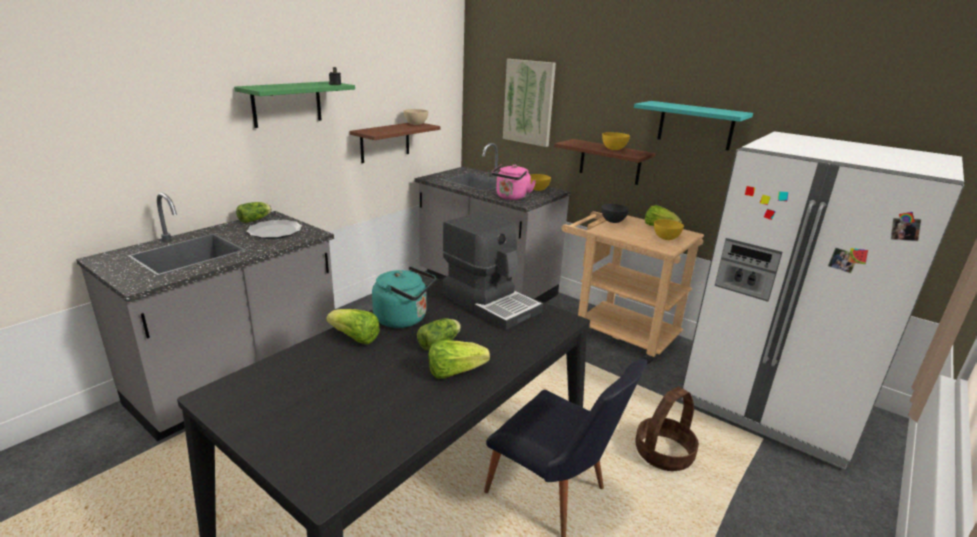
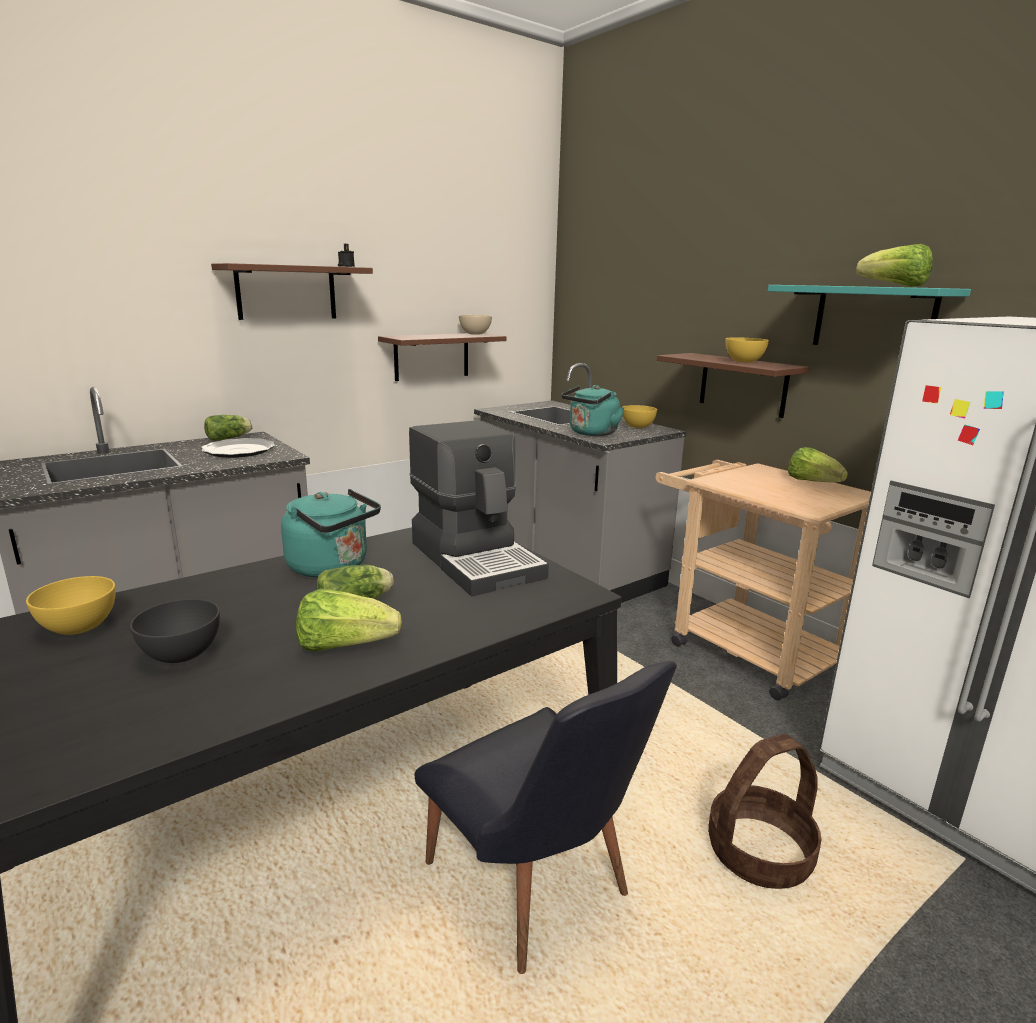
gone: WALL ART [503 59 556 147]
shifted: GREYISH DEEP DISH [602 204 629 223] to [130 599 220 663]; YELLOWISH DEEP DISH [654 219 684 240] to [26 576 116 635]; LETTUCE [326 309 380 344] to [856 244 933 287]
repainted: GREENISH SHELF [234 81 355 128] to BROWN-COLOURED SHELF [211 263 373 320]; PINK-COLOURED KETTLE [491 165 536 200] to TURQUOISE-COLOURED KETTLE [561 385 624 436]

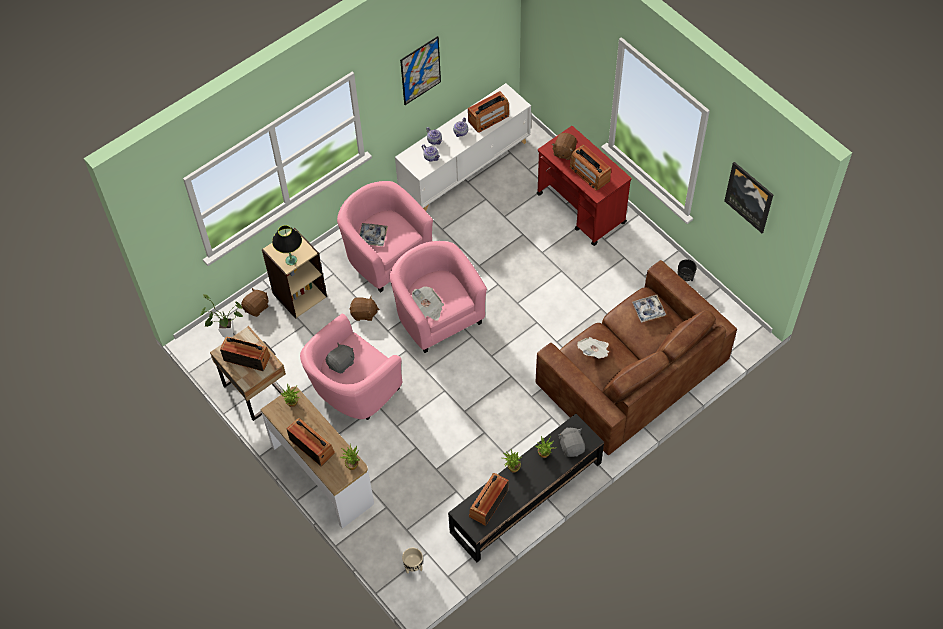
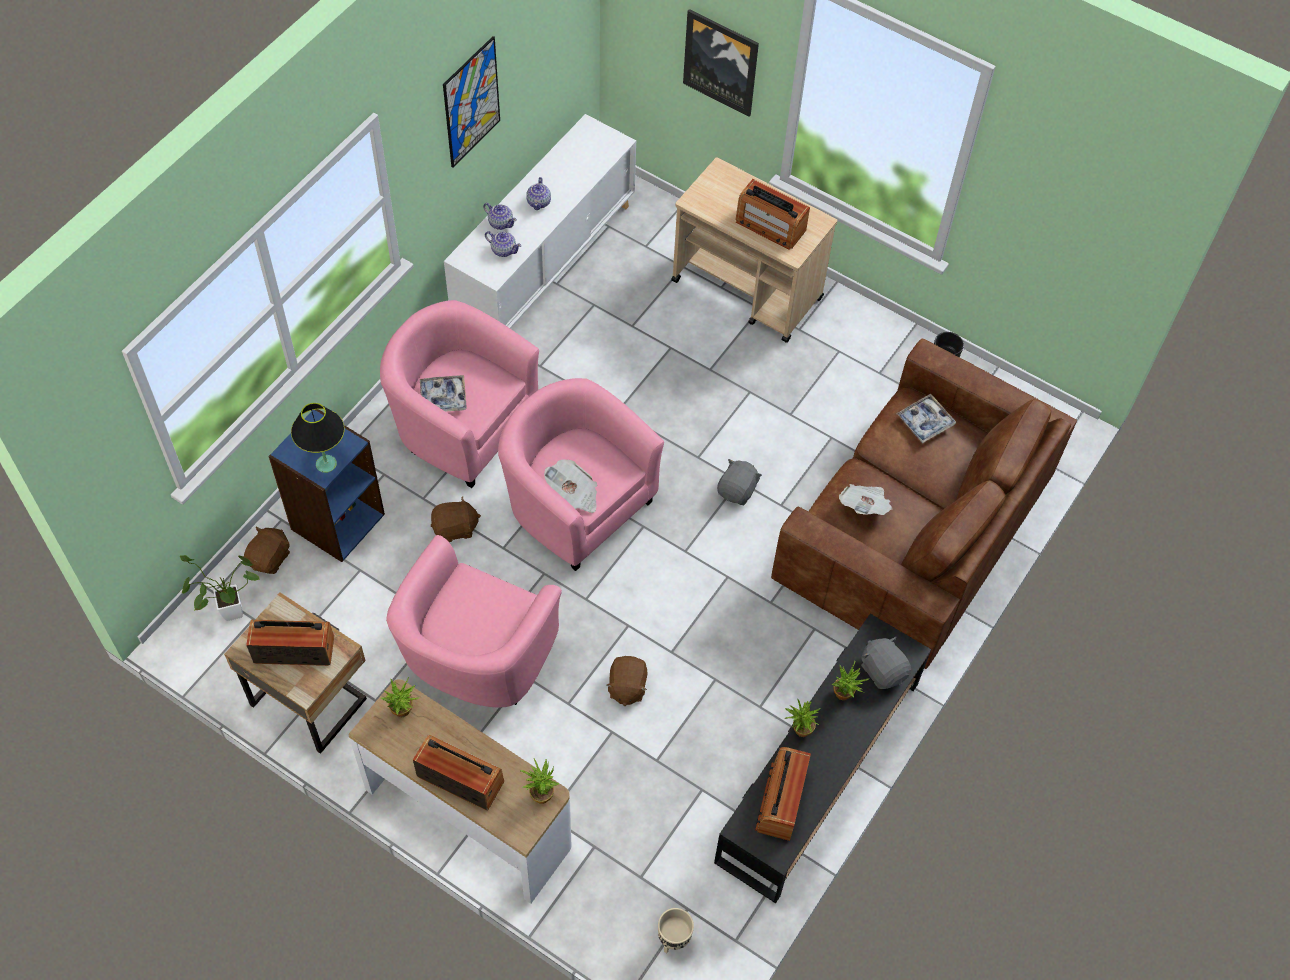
gone: RADIO SET [468 91 509 133]
shifted: BROWN-COLOURED PLUSH TOY [552 133 577 160] to [606 656 647 706]; WALL ART [724 162 773 233] to [683 9 759 117]; GREYISH PLUSH TOY [325 343 354 373] to [717 459 762 505]
repainted: REDDISH WHEELED CART [537 126 632 246] to SAND-COLOURED WHEELED CART [671 157 838 343]; SAND-COLOURED BOOKCASE [262 228 327 319] to BLUISH BOOKCASE [268 409 385 562]

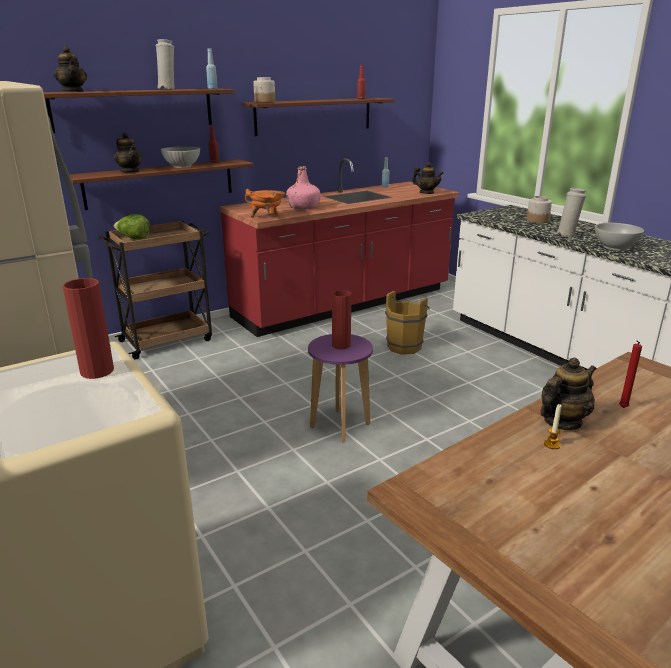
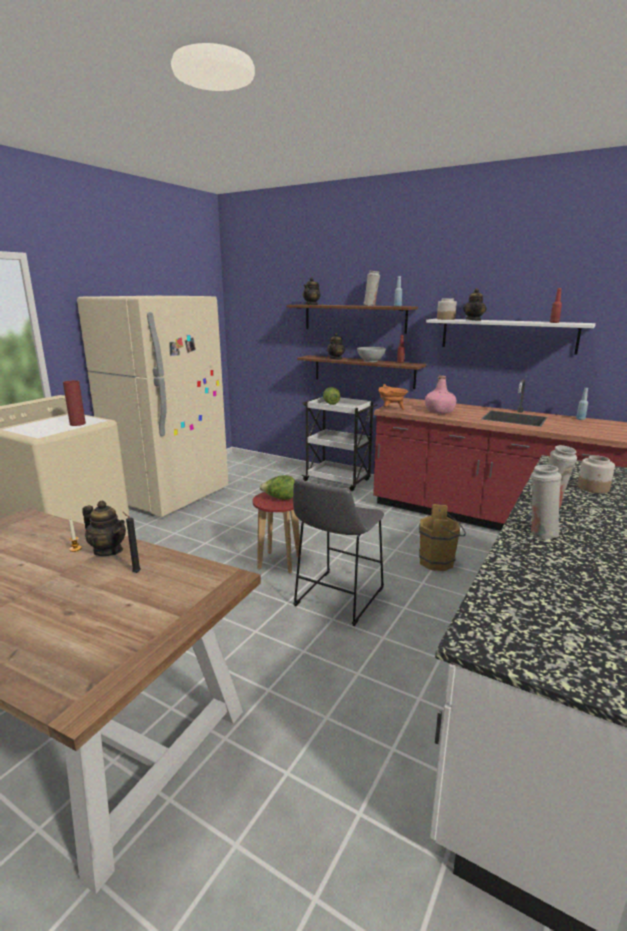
new: GREYISH SITTING STOOL [293 479 384 626]
shifted: TEA POT [412 162 444 194] to [463 288 487 321]
swapped: WHITE DEEP DISH [595 223 644 251] to WHITE DECORATIVE VASE [531 465 562 539]; REDDISH DECORATIVE VASE [332 290 351 349] to LETTUCE [260 475 295 500]
repainted: BROWN-COLOURED SHELF [242 98 395 136] to WHITE SHELF [426 319 596 355]; BROWN-COLOURED WHEELED CART [98 221 212 359] to WHITE WHEELED CART [302 397 377 491]; PURPLE SITTING STOOL [308 334 373 442] to REDDISH SITTING STOOL [253 492 300 573]; REDDISH CANDLE [619 341 642 408] to BLACK-COLOURED CANDLE [123 512 141 573]

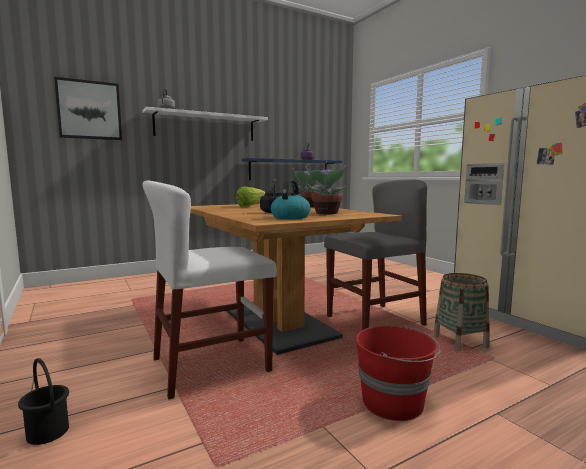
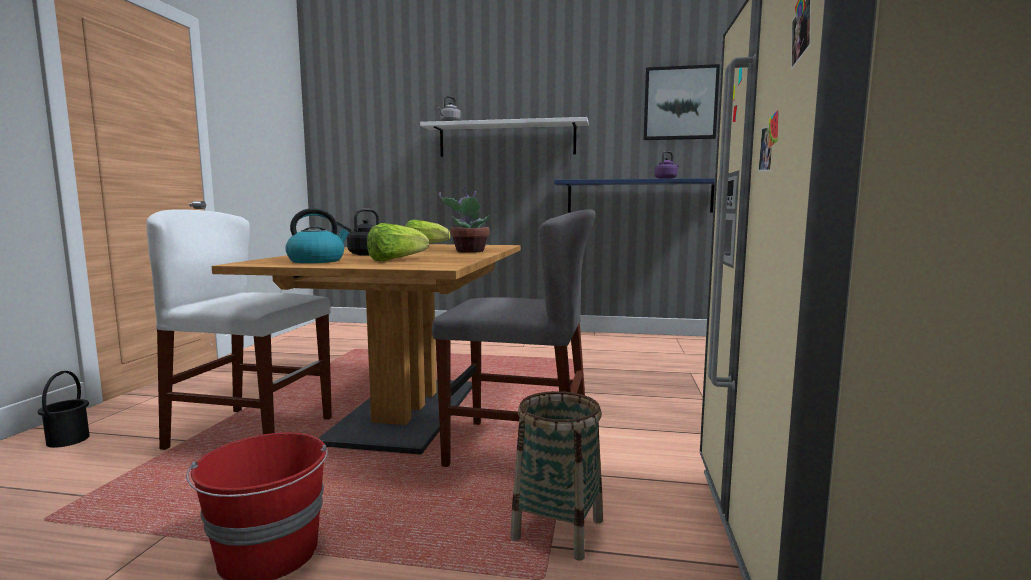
shifted: WALL ART [54 77 122 140] to [644 64 720 140]
swapped: PLANT IN A POT [305 161 347 214] to LETTUCE [367 223 429 261]

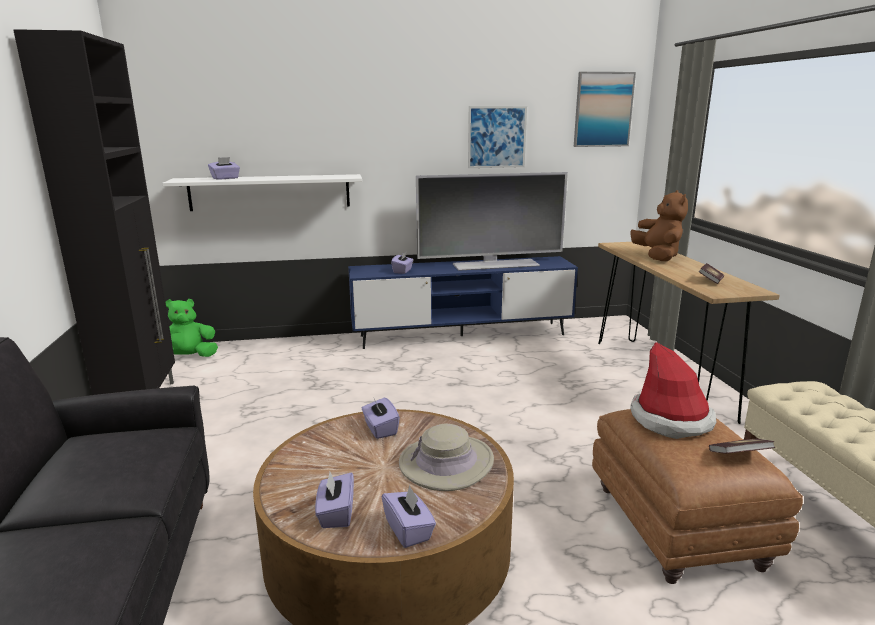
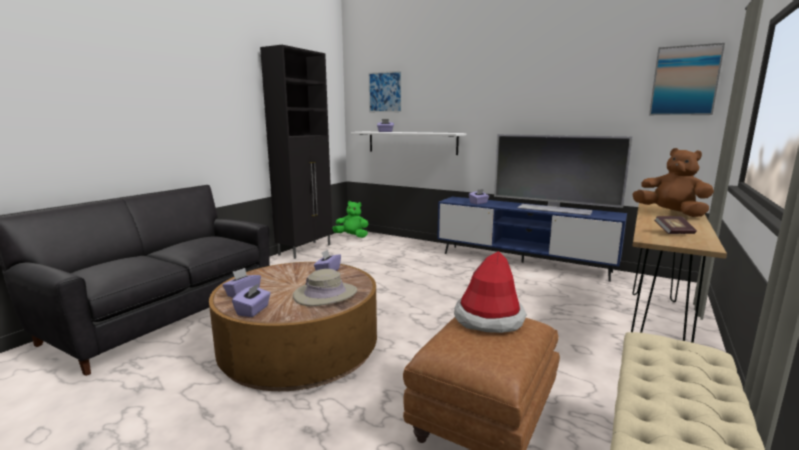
gone: BOOK [709 439 776 454]
shifted: WALL ART [468 106 527 168] to [368 71 402 112]
rotated: BROWN-COLOURED PLUSH TOY [630 190 688 261] = [632 148 714 217] 75 degrees counterclockwise

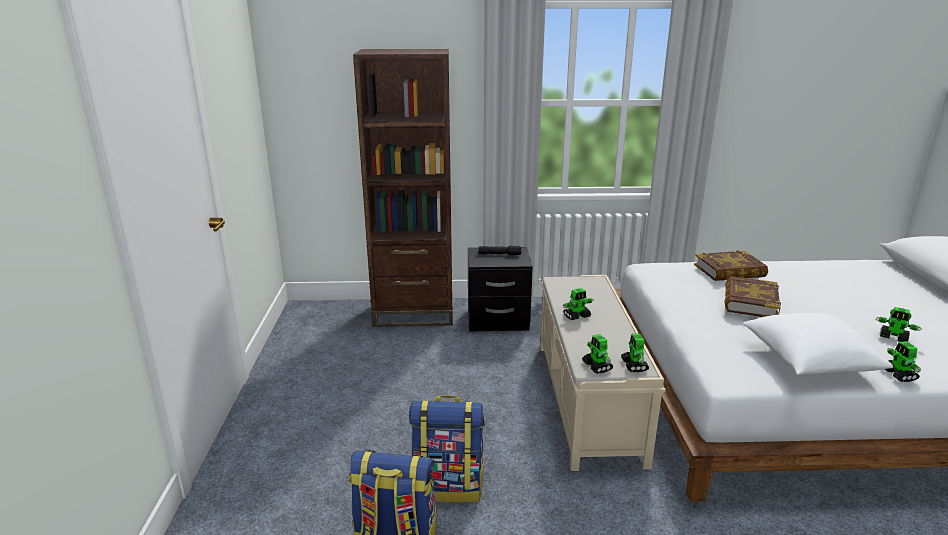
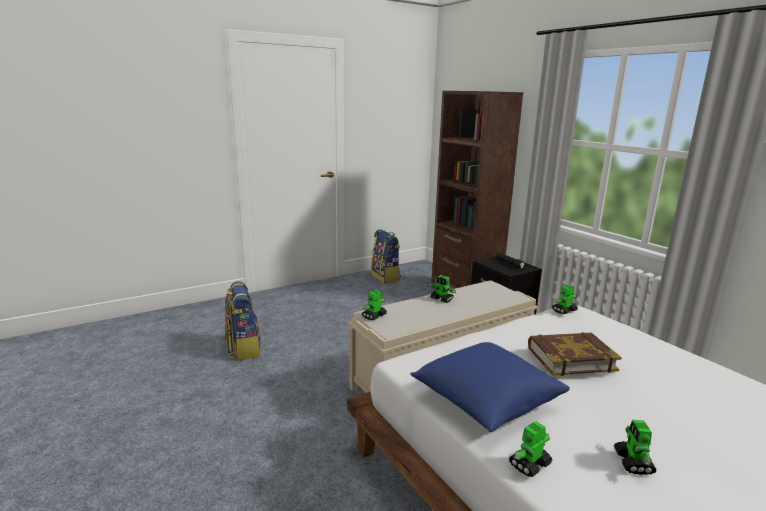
gone: BOOK [694 250 768 281]
shifted: ROBOT FIGURE [621 334 649 372] to [552 285 578 314]; KNAPSACK [409 395 485 503] to [371 229 401 284]
repainted: WHITE THROW PILLOW [743 313 893 376] to BLUISH THROW PILLOW [410 342 570 432]

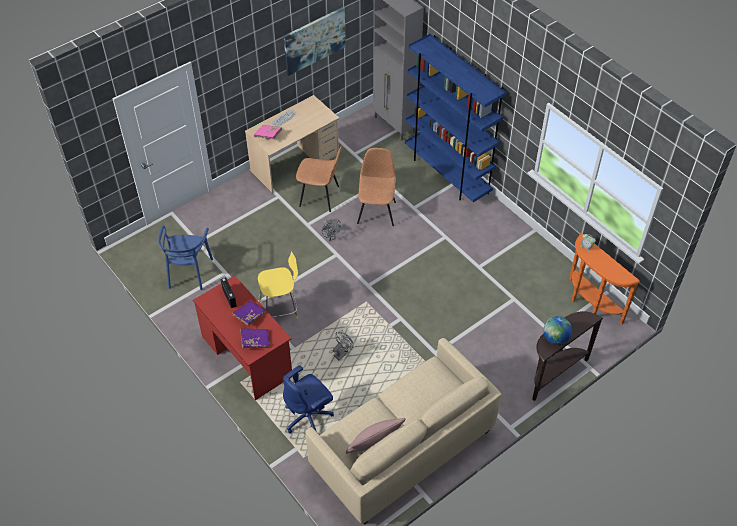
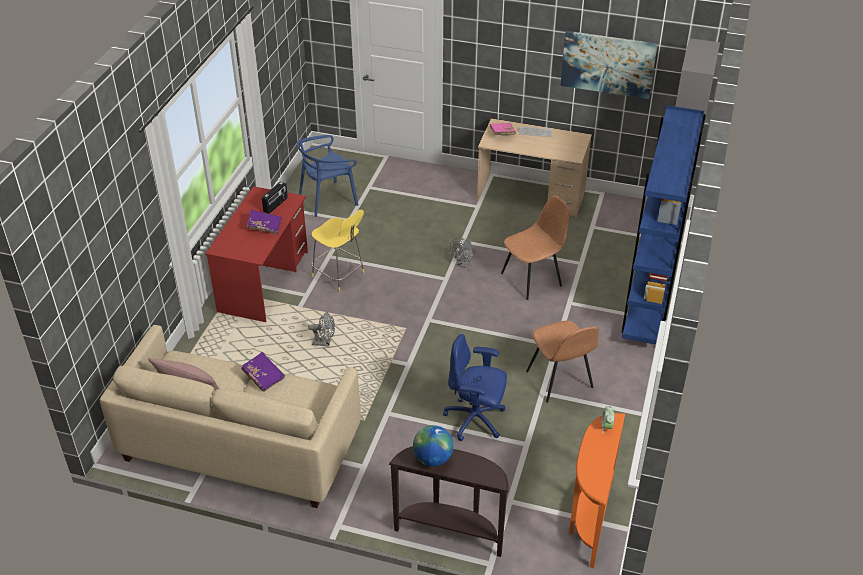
shifted: BROWN-COLOURED PLAIN CHAIR [296 146 342 212] to [526 320 599 402]; PURPLE BOOK [240 328 270 348] to [241 352 285 392]; BLUISH COMPUTER CHAIR [283 365 334 435] to [443 334 507 441]

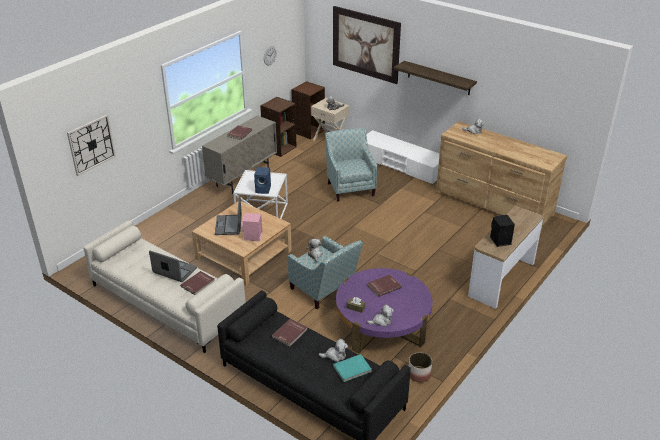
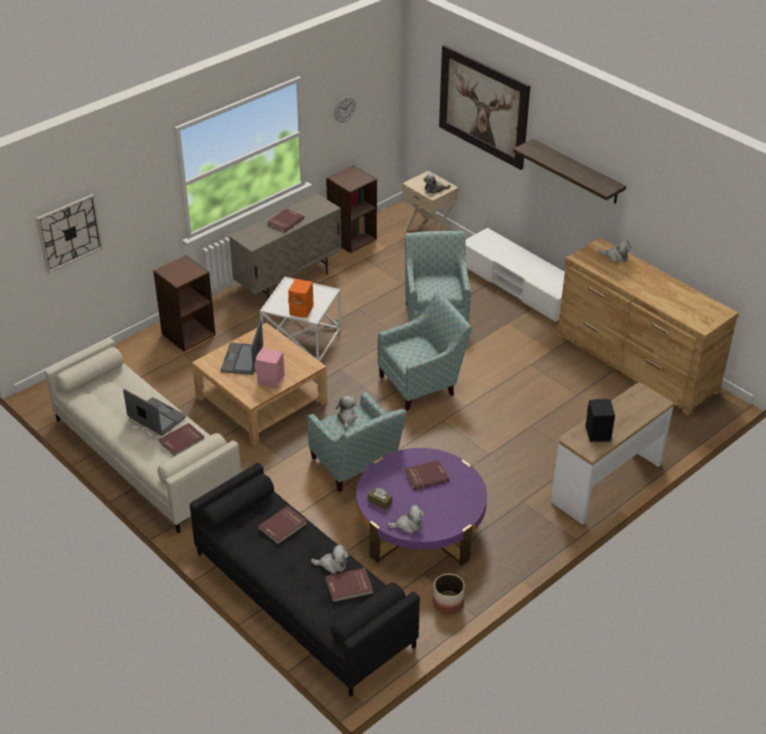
new: EASY CHAIR [378 293 472 410]
shifted: BROWN-COLOURED BOOKCASE [291 81 325 139] to [153 255 216 352]
repainted: BLUISH SPEAKER [254 167 271 194] to ORANGEY SPEAKER [288 279 314 318]; TURQUOISE-COLOURED BOOK [333 354 372 382] to REDDISH BOOK [325 568 373 602]

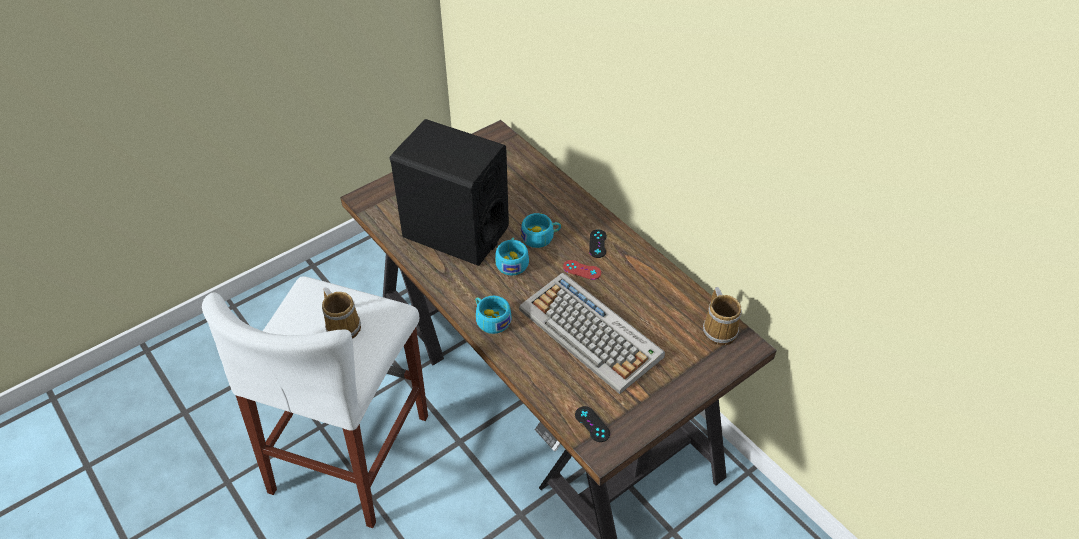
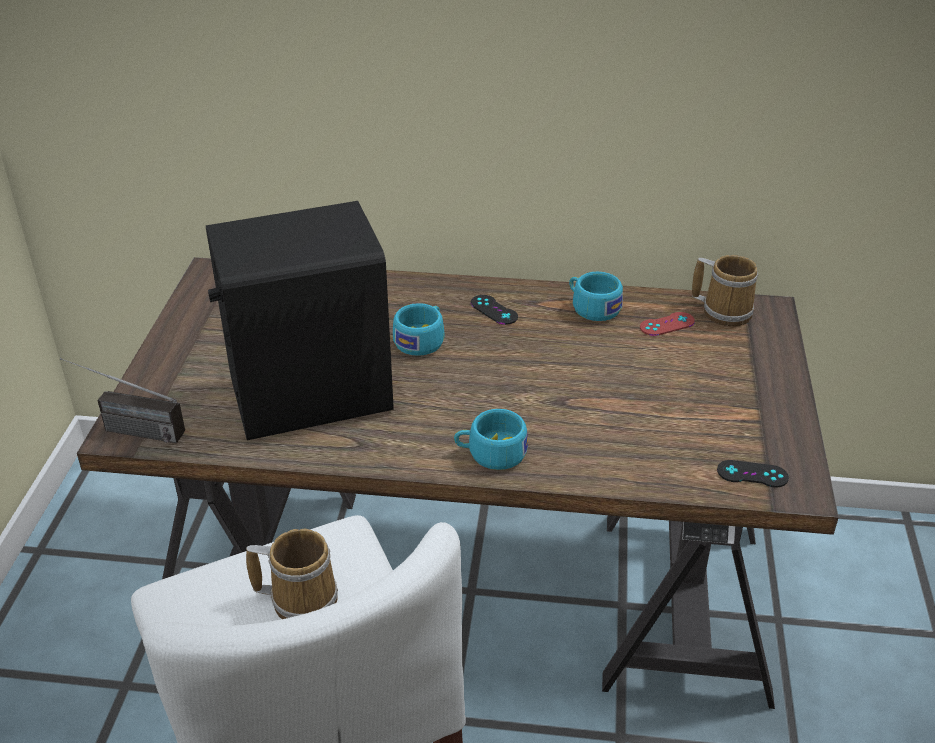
gone: COMPUTER KEYBOARD [519 273 665 394]
new: RADIO SET [60 358 185 443]
shifted: TURQUOISE-COLOURED DRINKING CUP [495 237 529 275] to [569 272 623 321]; REDDISH JOYPAD [563 260 601 280] to [640 312 695 336]

